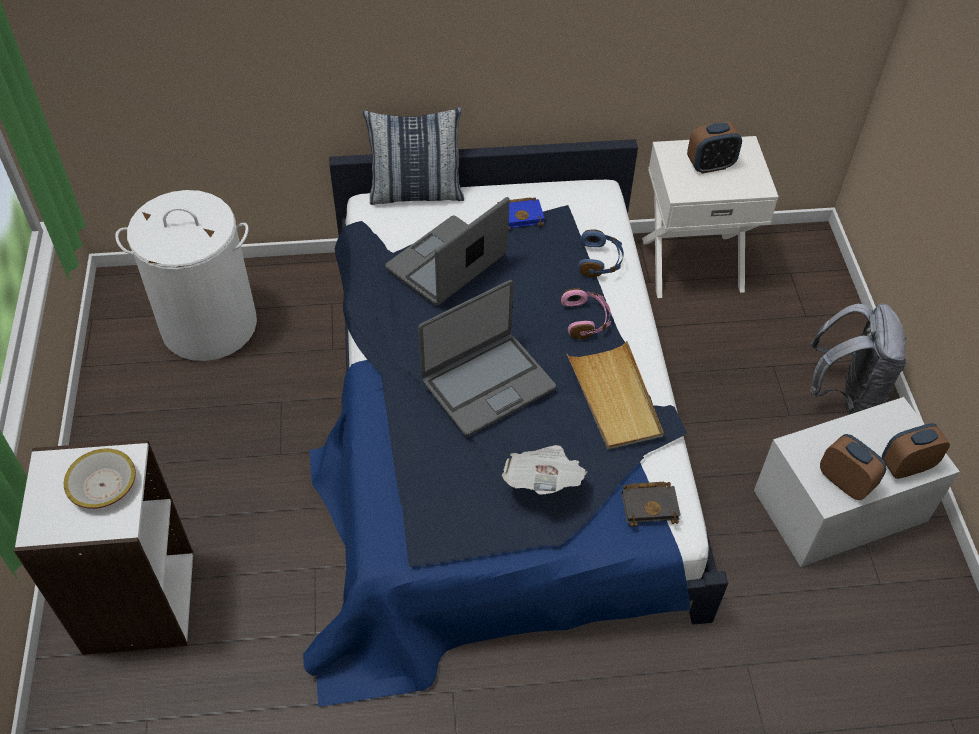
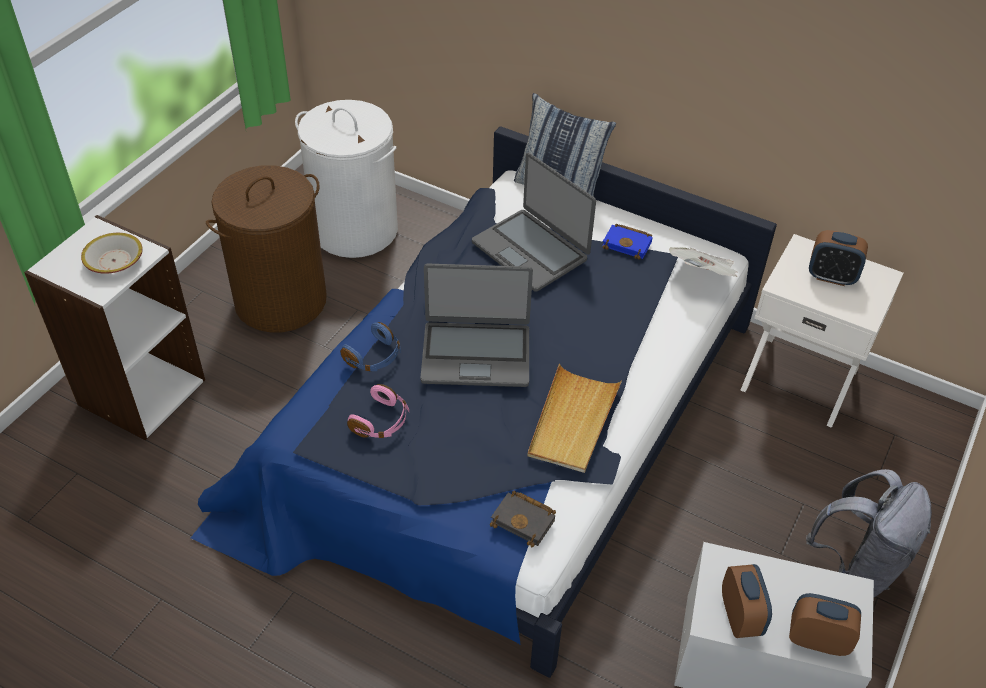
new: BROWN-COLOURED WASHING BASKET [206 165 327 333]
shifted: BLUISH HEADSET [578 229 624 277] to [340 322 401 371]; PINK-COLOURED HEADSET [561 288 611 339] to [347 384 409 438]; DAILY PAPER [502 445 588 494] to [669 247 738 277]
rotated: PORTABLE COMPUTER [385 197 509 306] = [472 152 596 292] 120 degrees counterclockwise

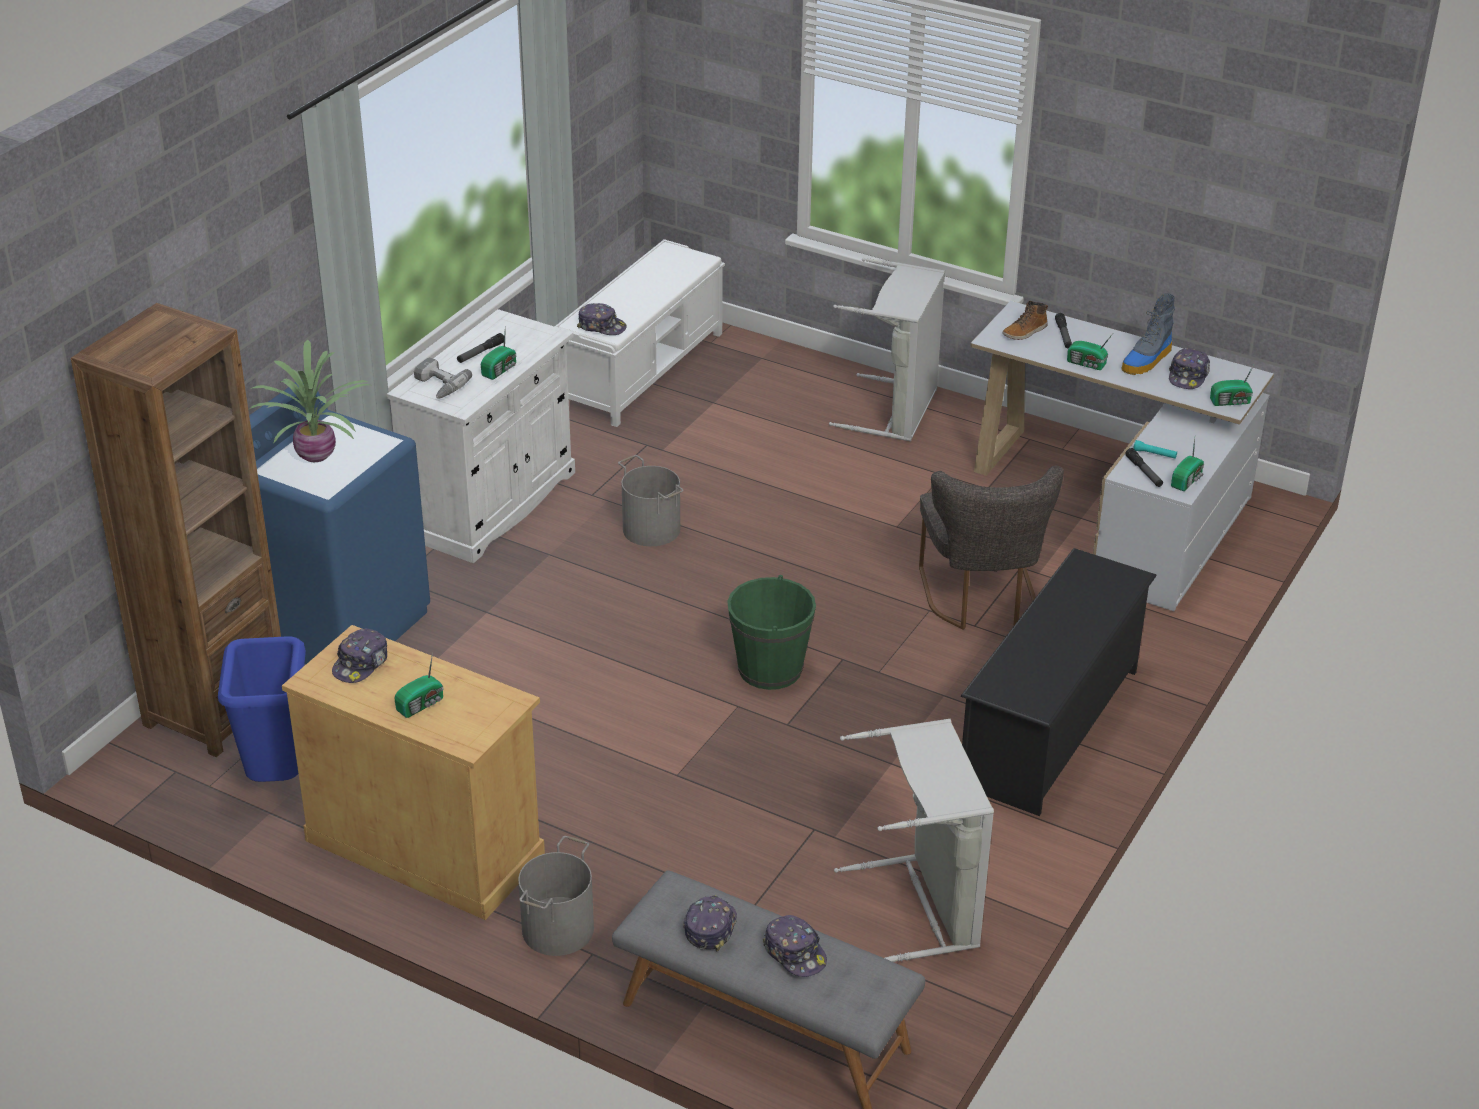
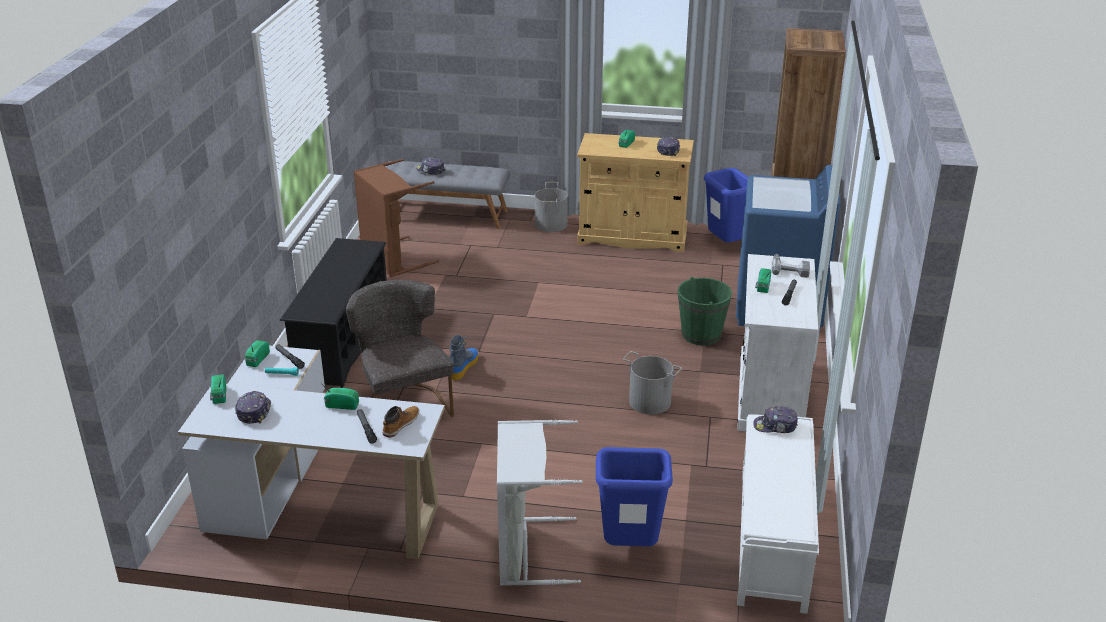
gone: PLANT IN A POT [248 339 370 462]; BASEBALL CAP [683 896 737 951]
new: BLUISH RUBBISH BIN [596 447 673 546]
shifted: TALL BOOT [1121 293 1175 375] to [449 335 479 381]; GREENISH WATER BUCKET [727 575 816 690] to [678 277 732 345]
repainted: GREYISH WASHING BASKET [834 719 994 962] to BROWN-COLOURED WASHING BASKET [354 159 439 277]
rotated: RADIO SET [1210 363 1255 406] = [210 374 226 404] 75 degrees counterclockwise

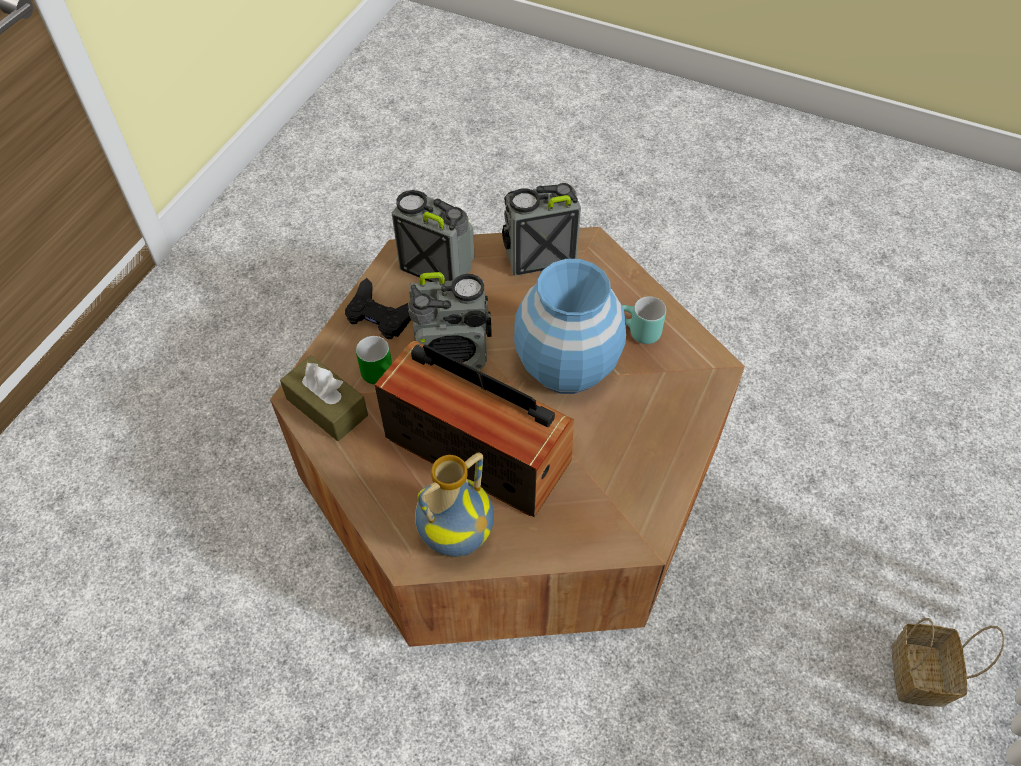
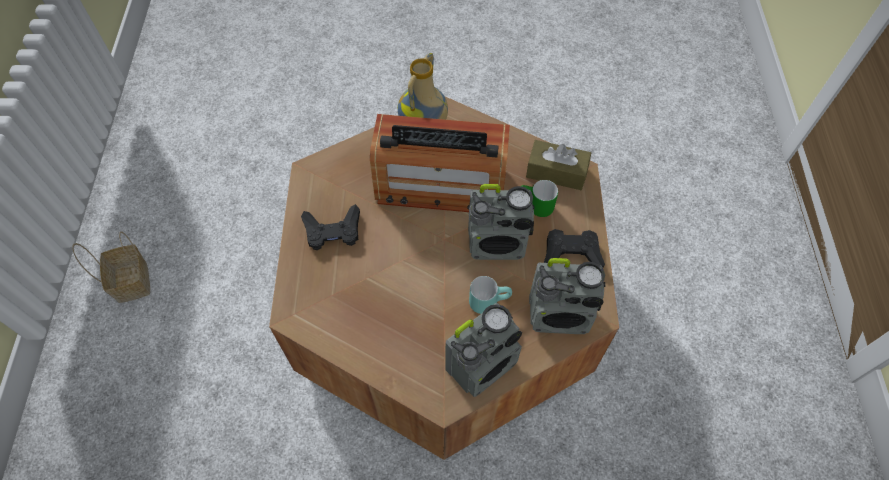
gone: BLUISH DECORATIVE VASE [514 259 626 394]
new: BLACK-COLOURED JOYPAD [301 204 360 250]
shifted: TURQUOISE-COLOURED MUG [622 296 666 344] to [469 276 512 314]
rotated: RADIO SET [408 272 492 370] = [468 184 535 260] 150 degrees counterclockwise

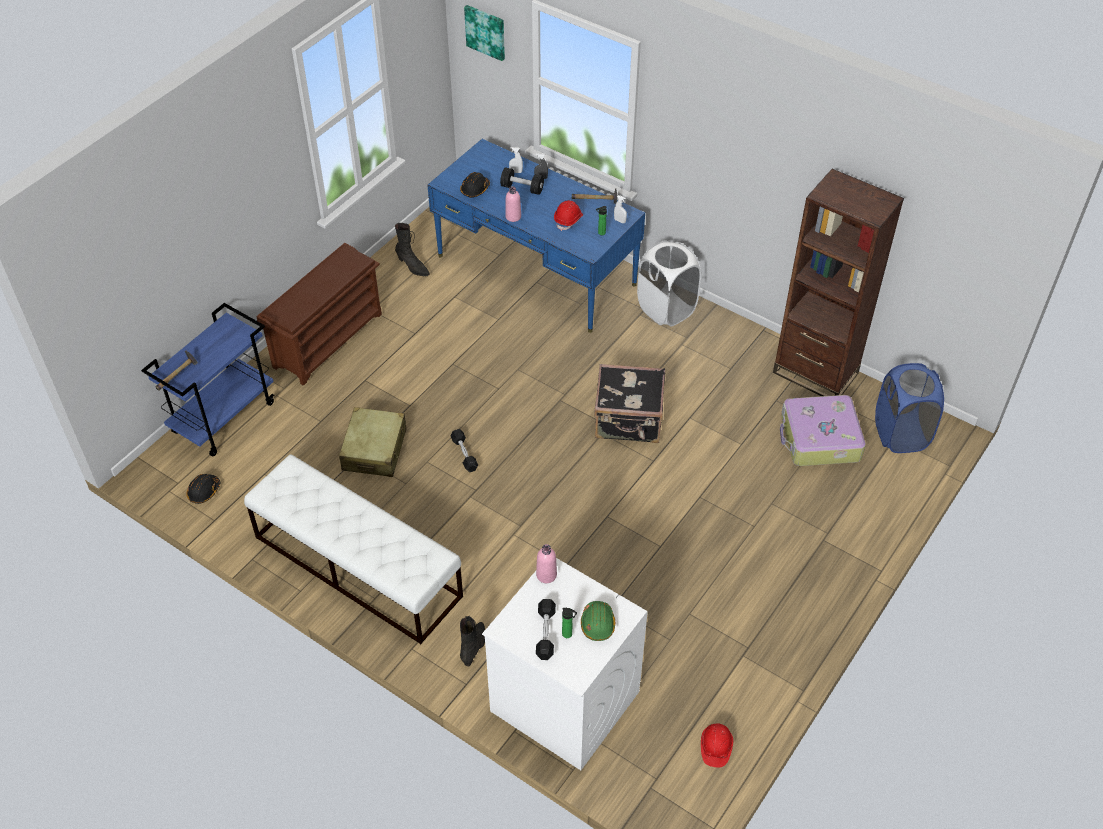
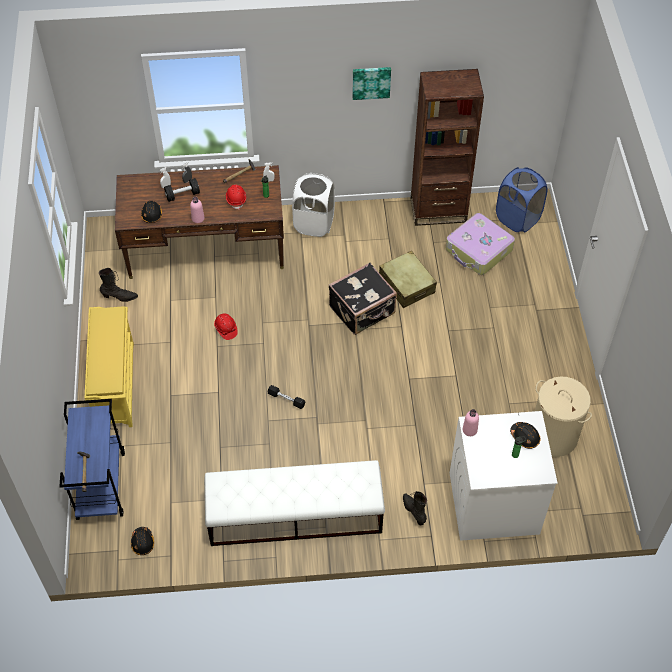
gone: BLACK-COLOURED DUMBBELL [536 599 556 660]
new: SAND-COLOURED WASHING BASKET [535 376 592 457]
shifted: WALL ART [464 5 505 61] to [352 67 391 100]; SAND-COLOURED SUITCASE [339 407 407 477] to [379 251 437 308]; REDDISH WORK HELMET [701 724 733 767] to [214 313 238 340]
repainted: BLUISH DESK UNIT [427 139 645 333] to BROWN-COLOURED DESK UNIT [115 165 284 279]; BROWN-COLOURED SHOE SHELF [256 243 382 386] to YELLOWISH SHOE SHELF [85 306 134 427]; GREENISH WORK HELMET [581 601 615 641] to BLACK-COLOURED WORK HELMET [510 422 540 449]

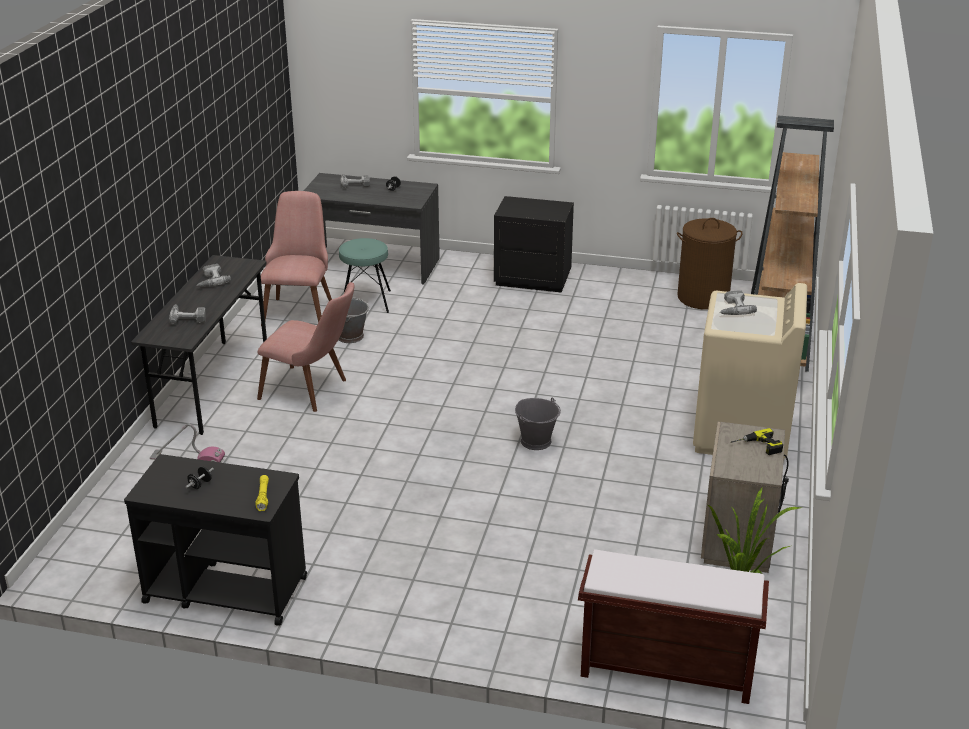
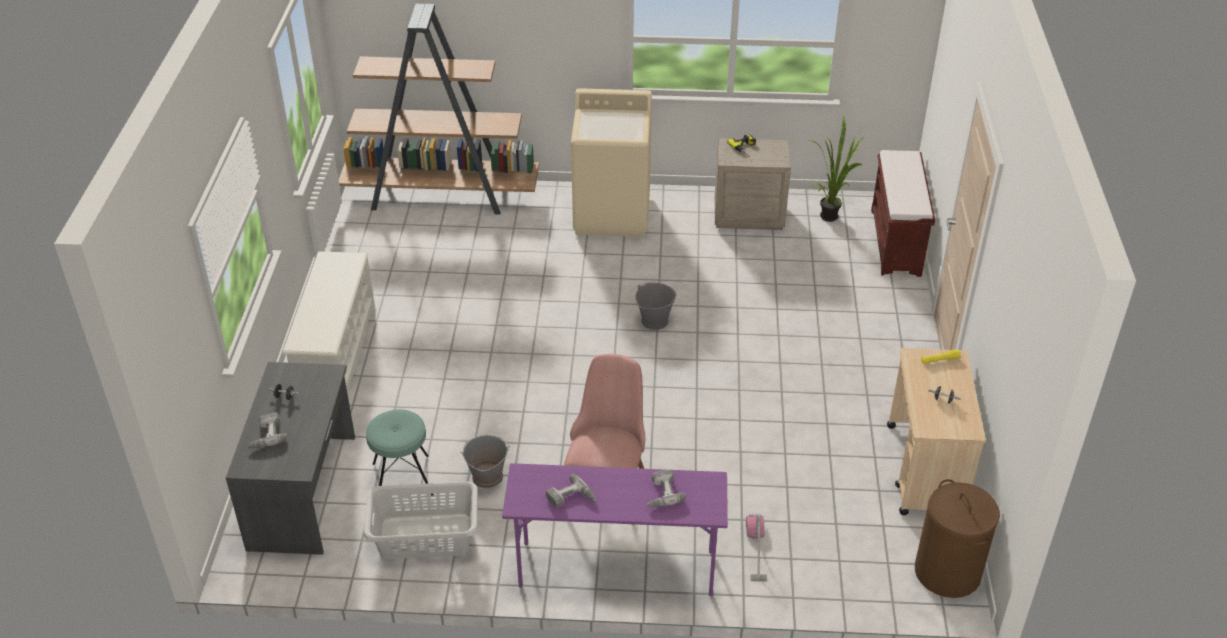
gone: ELECTRIC DRILL [720 290 757 315]
shifted: BROWN-COLOURED WASHING BASKET [677 218 743 310] to [915 479 1000 598]
swapped: PINK-COLOURED PLAIN CHAIR [261 191 332 326] to GREYISH WASHING BASKET [364 482 478 559]; BLACK-COLOURED NIGHT TABLE [494 196 574 293] to WHITE SHOE SHELF [283 251 375 397]
repainted: GREYISH DESK UNIT [131 255 267 435] to PURPLE DESK UNIT [502 463 728 596]; BLACK-COLOURED WHEELED CART [124 454 307 626] to SAND-COLOURED WHEELED CART [887 348 986 515]

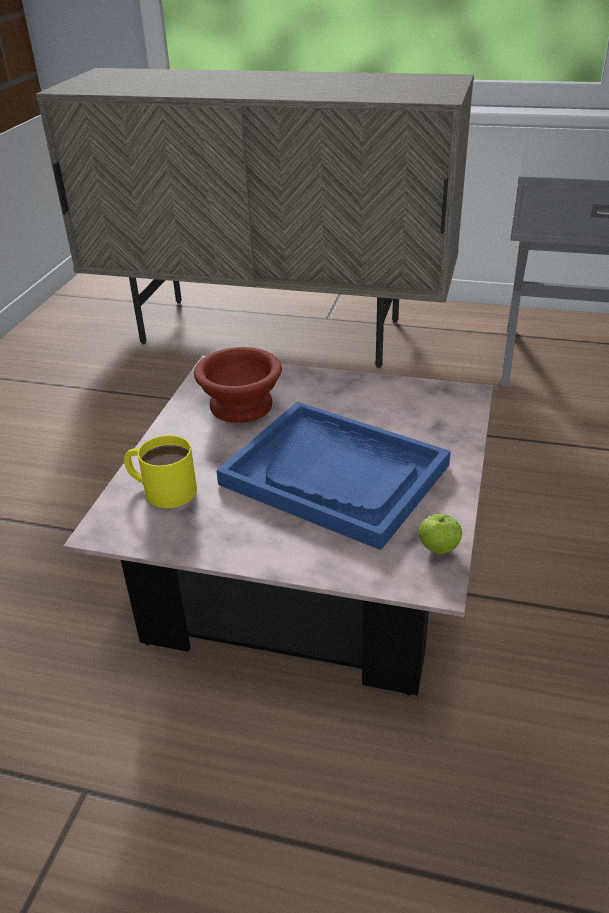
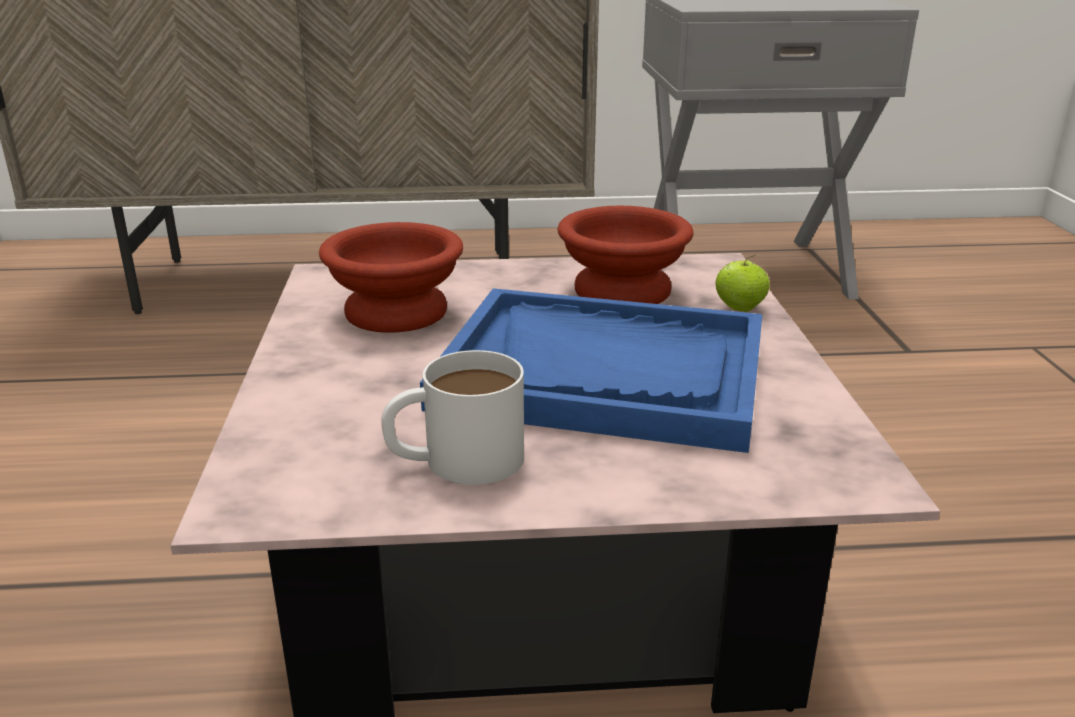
gone: YELLOWISH MUG [124 435 197 508]
new: BROWN-COLOURED DEEP DISH [558 206 694 304]; WHITE MUG [381 350 524 485]
shifted: WHOLE APPLE [419 514 462 554] to [715 255 770 312]

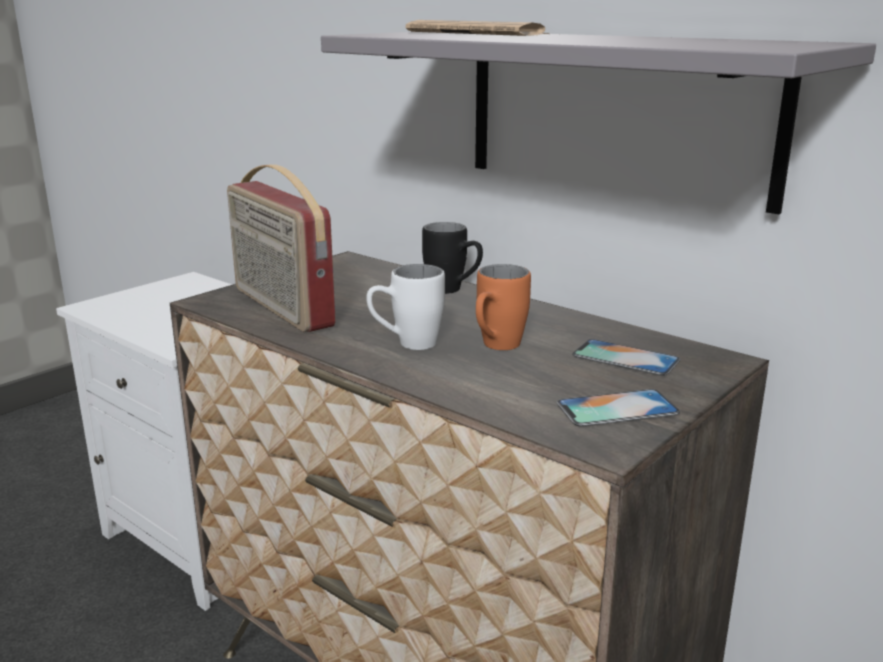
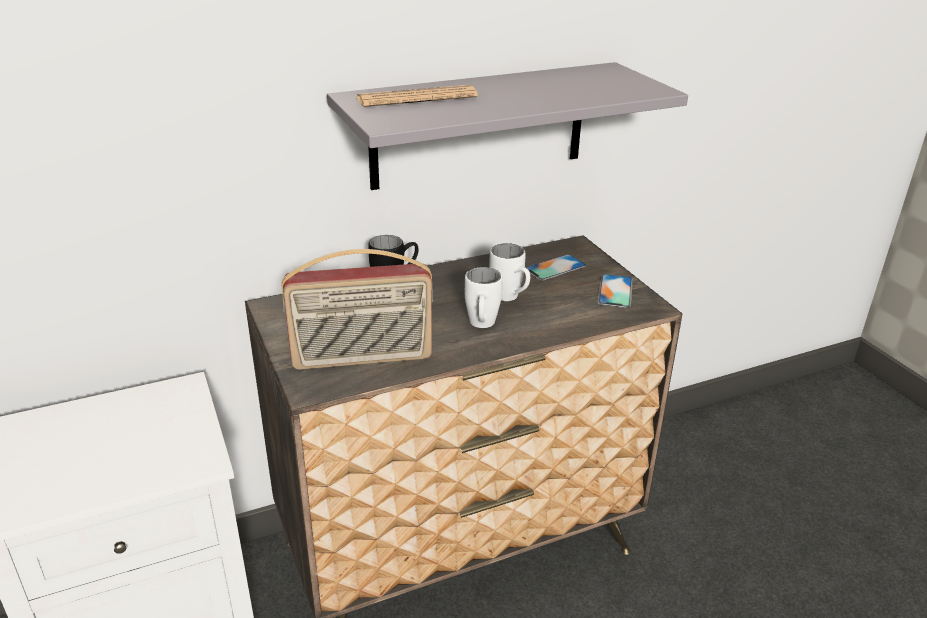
repainted: ORANGEY MUG [476 264 531 350] to WHITE MUG [489 243 530 301]

